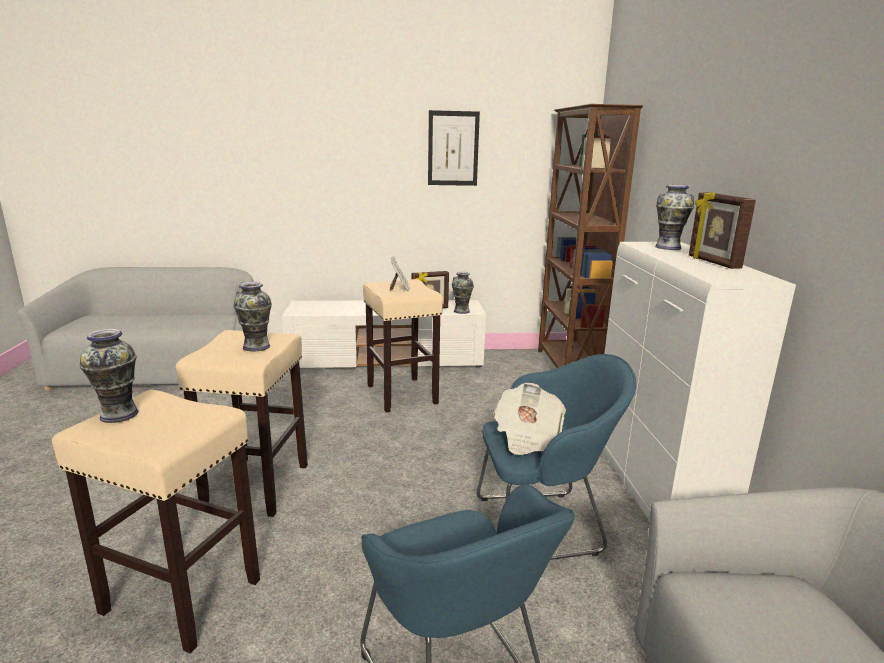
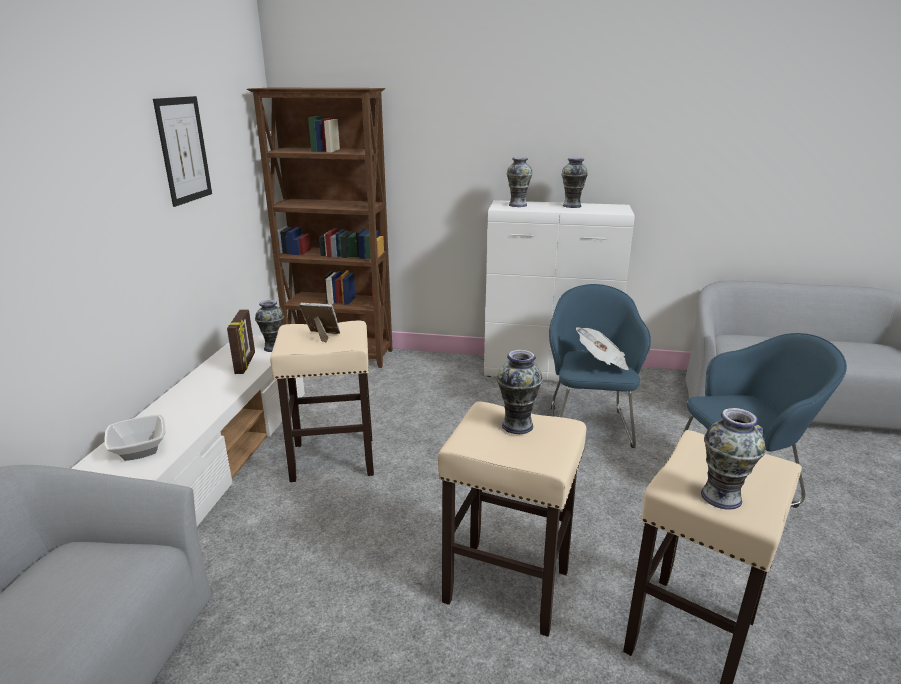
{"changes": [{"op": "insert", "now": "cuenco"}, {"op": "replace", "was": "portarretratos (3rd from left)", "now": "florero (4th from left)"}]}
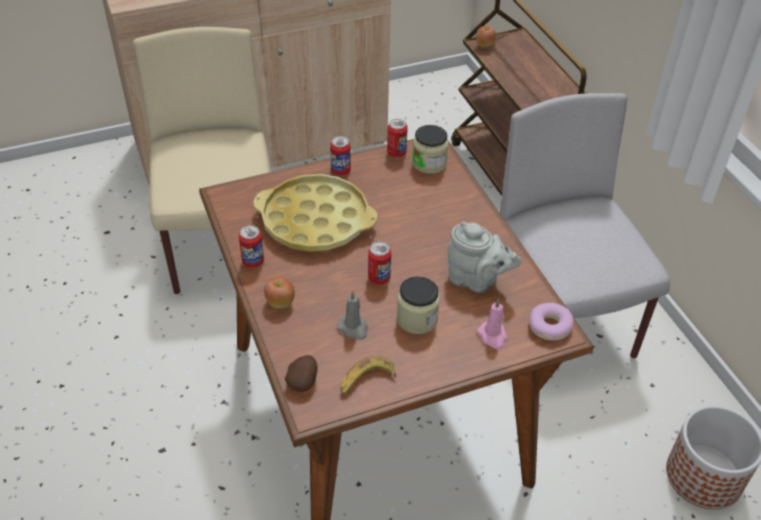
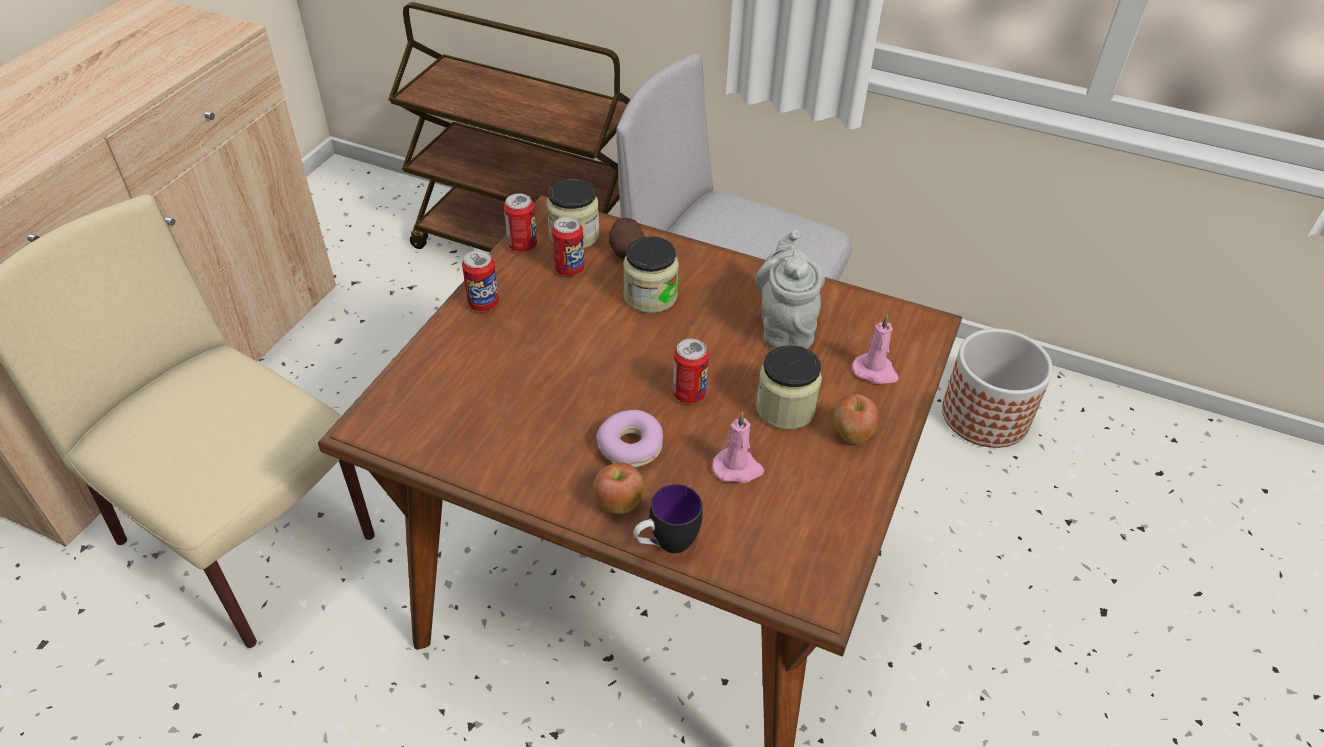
{"changes": [{"op": "delete", "was": "bandeja (amarillo)"}, {"op": "delete", "was": "plátano"}, {"op": "insert", "now": "tarro (2nd from left)"}, {"op": "insert", "now": "taza grande"}, {"op": "move", "was": "lata (1st from left in the first image)", "now": "lata (3rd from left)"}, {"op": "move", "was": "patata"}, {"op": "move", "was": "manzana (2nd from left)"}, {"op": "move", "was": "rosquilla"}, {"op": "recolor", "was": "vela (gris)", "now": "vela (rosa) (1st from left)"}, {"op": "rotate", "was": "tetera (gris)", "clockwise": -75}]}
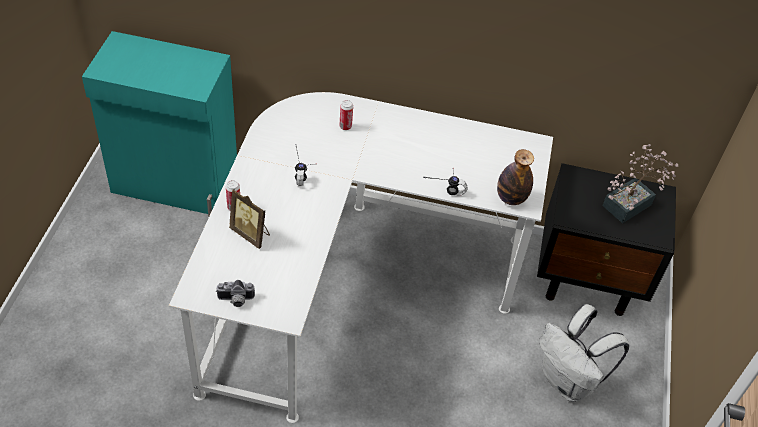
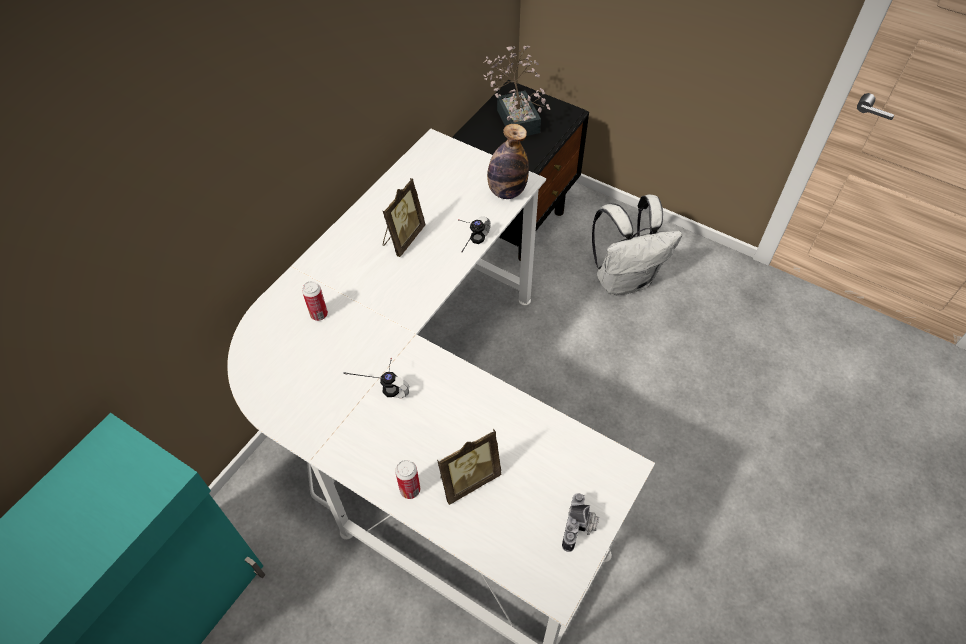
{"changes": [{"op": "insert", "now": "portarretratos (1st from left)"}]}
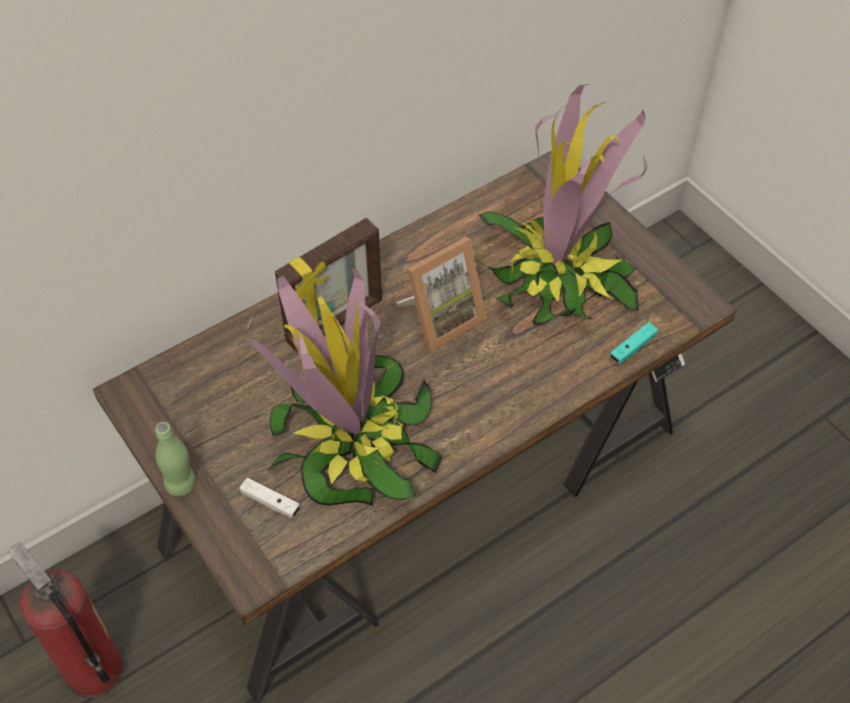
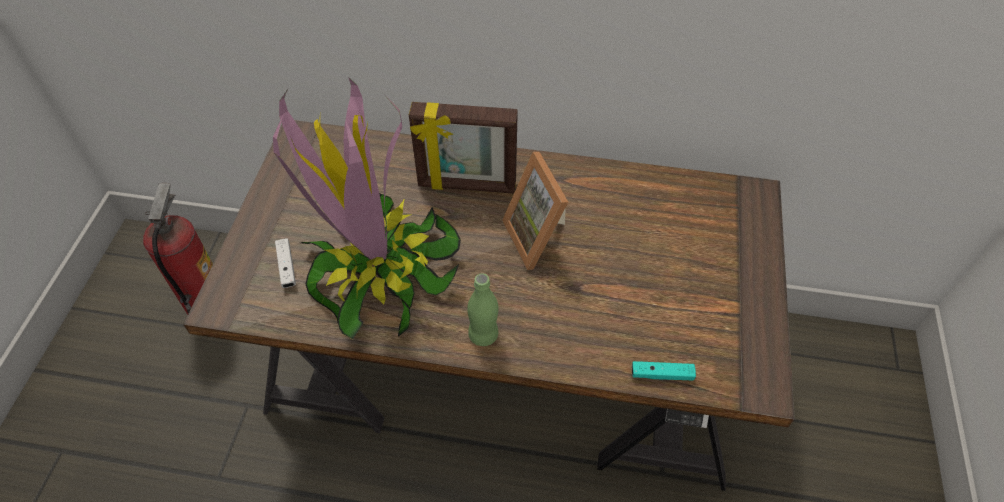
{"changes": [{"op": "delete", "was": "planta en maceta (2nd from left)"}, {"op": "move", "was": "botella (verde)"}, {"op": "rotate", "was": "portarretratos (2nd from left)", "clockwise": 60}]}
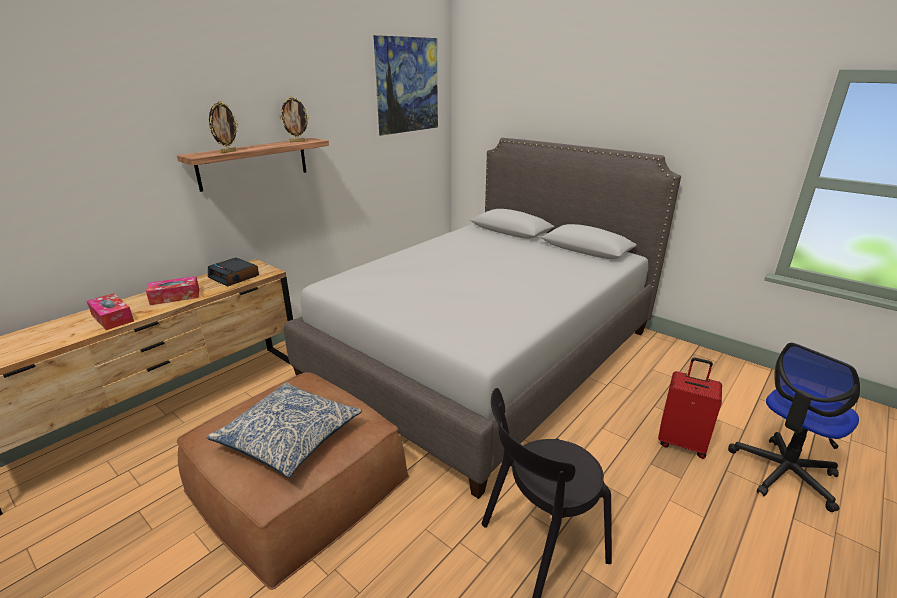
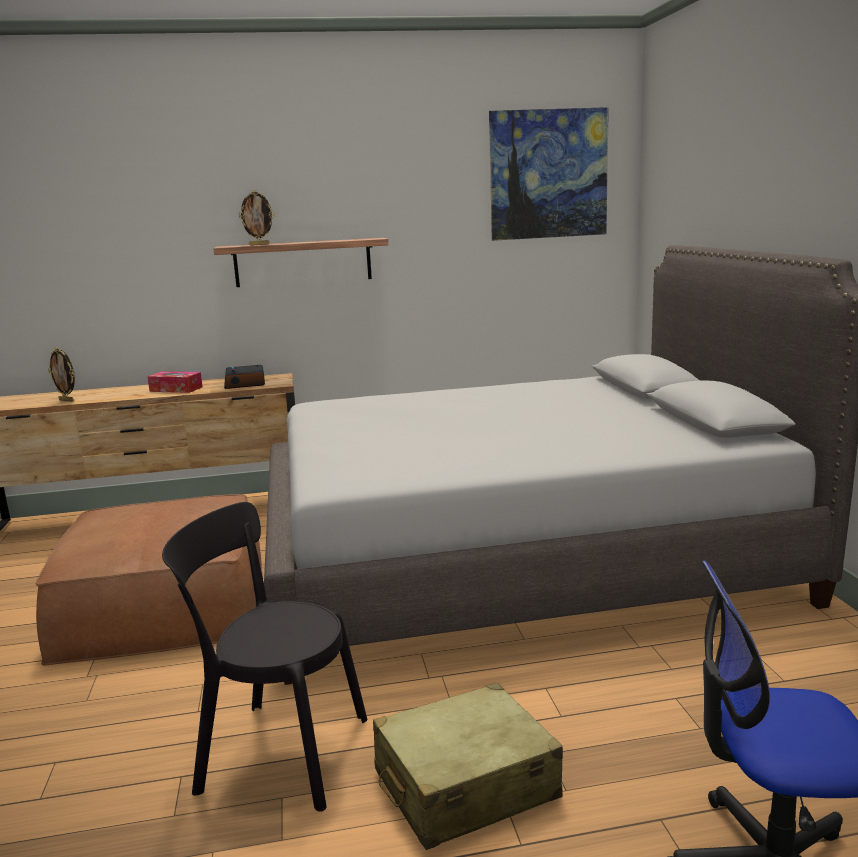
{"changes": [{"op": "delete", "was": "caja de pañuelos (1st from left)"}, {"op": "delete", "was": "cojín"}, {"op": "delete", "was": "maleta (rojo)"}, {"op": "insert", "now": "maleta (beis)"}, {"op": "move", "was": "portarretratos (2nd from left in the first image)", "now": "portarretratos (1st from left)"}]}
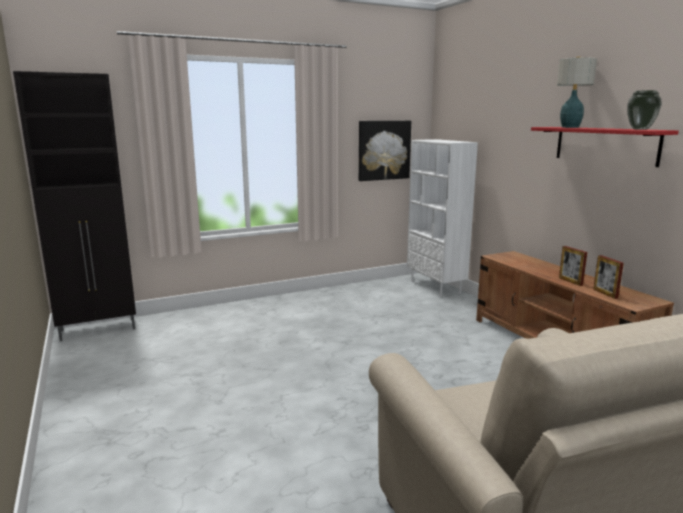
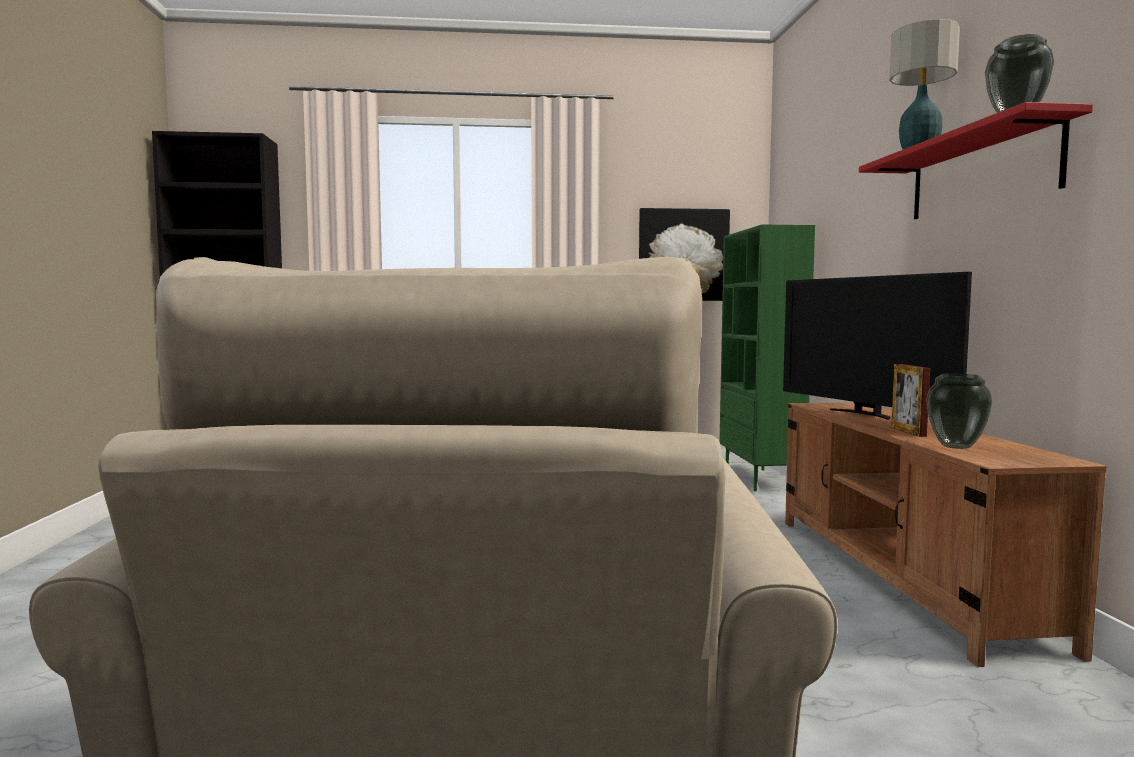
{"changes": [{"op": "insert", "now": "televisor"}, {"op": "replace", "was": "portarretratos (2nd from left)", "now": "florero (1st from left)"}, {"op": "recolor", "was": "estantería (blanco)", "now": "estantería (verde)"}]}
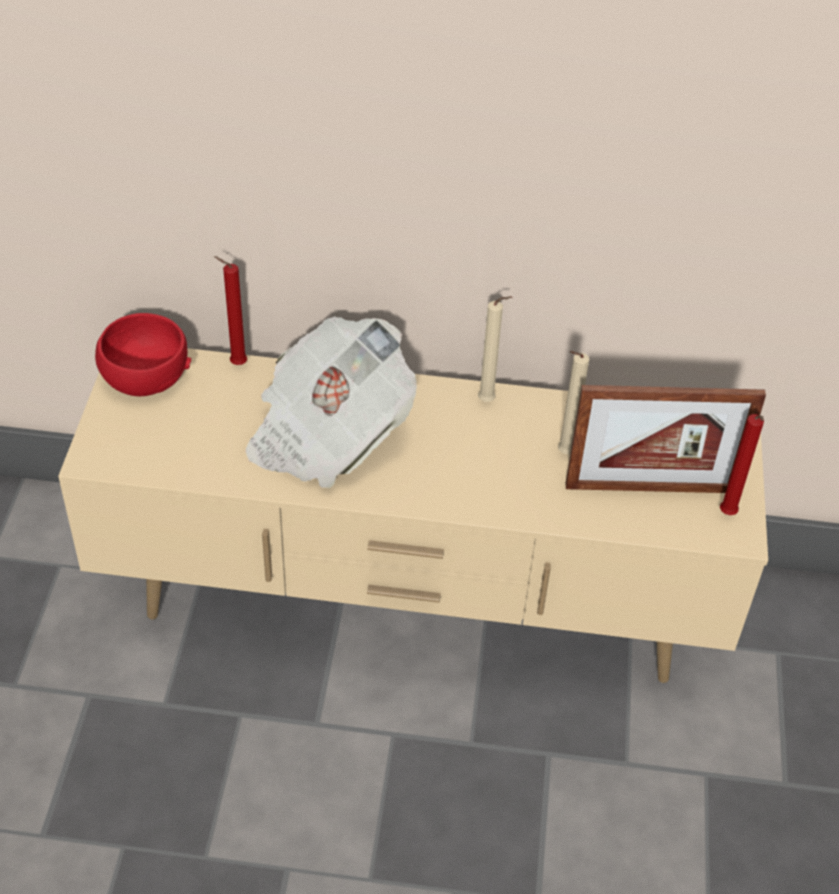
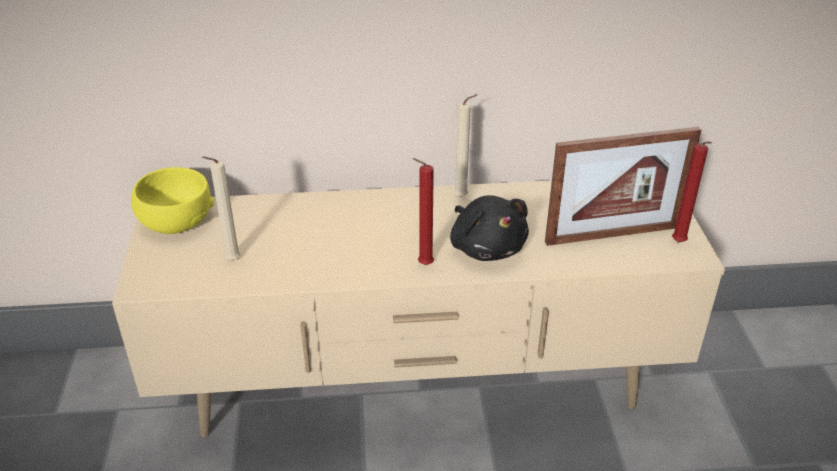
{"changes": [{"op": "delete", "was": "periódico"}, {"op": "insert", "now": "peluche (negro)"}, {"op": "move", "was": "vela (rojo) (1st from left)"}, {"op": "move", "was": "vela (beis) (2nd from left in the first image)", "now": "vela (beis) (1st from left)"}, {"op": "recolor", "was": "cuenco (rojo)", "now": "cuenco (amarillo)"}]}
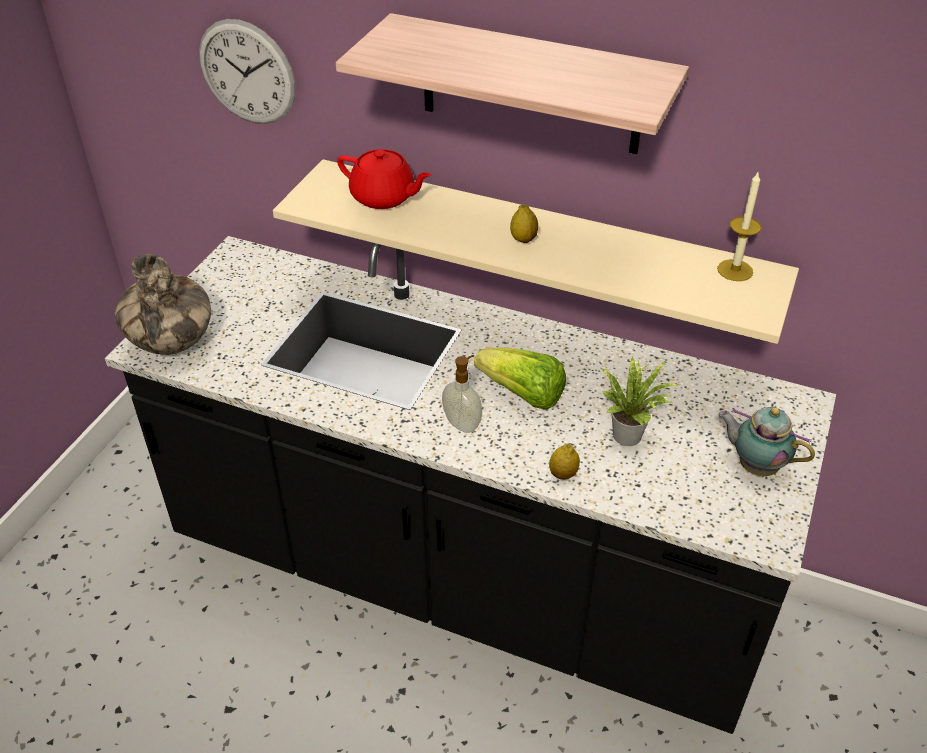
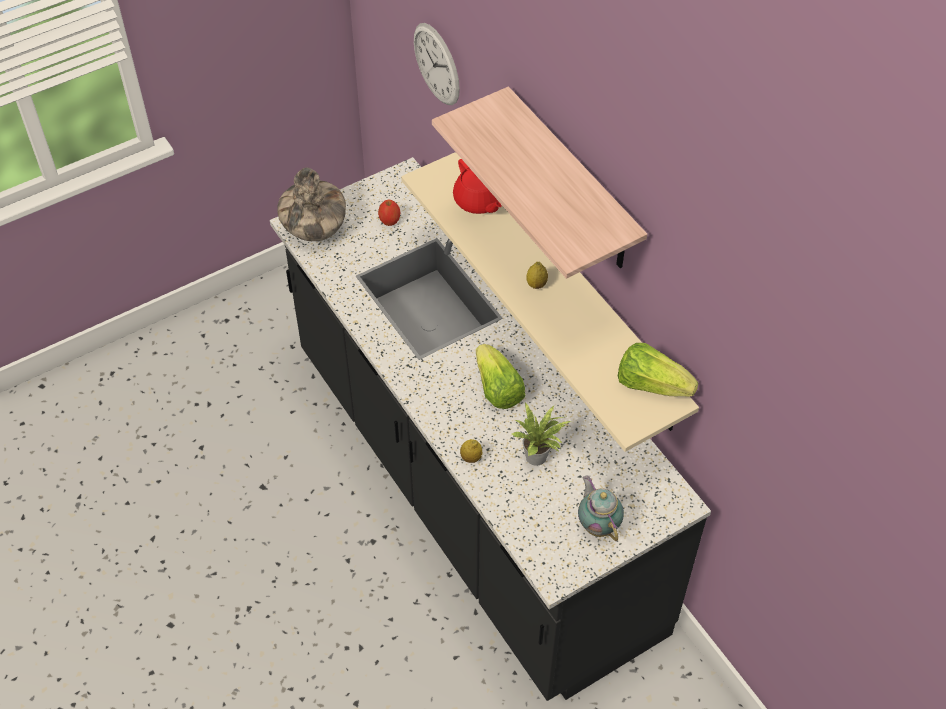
{"changes": [{"op": "delete", "was": "dispensador de jabón"}, {"op": "insert", "now": "manzana"}, {"op": "replace", "was": "vela", "now": "lechuga (2nd from left)"}]}
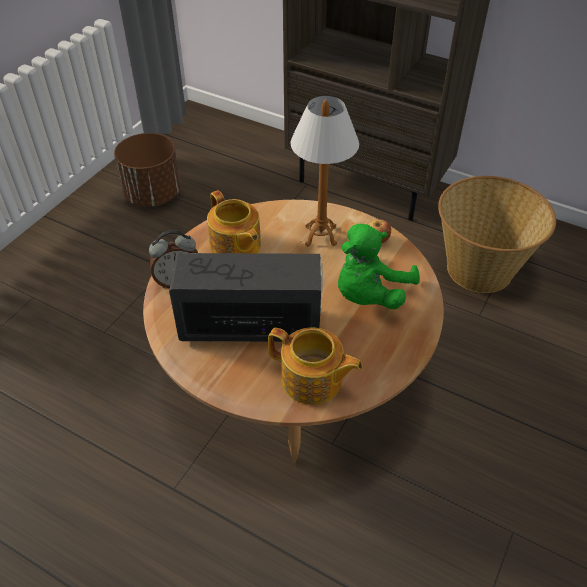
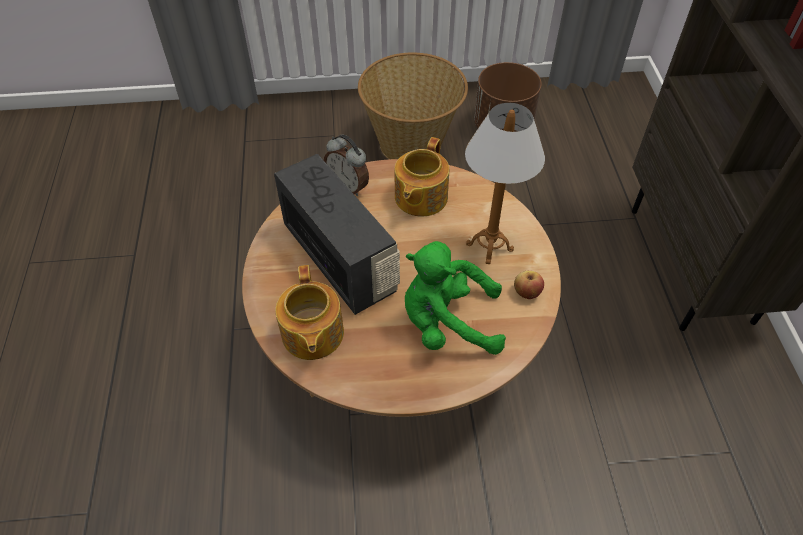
{"changes": [{"op": "move", "was": "cesta"}]}
